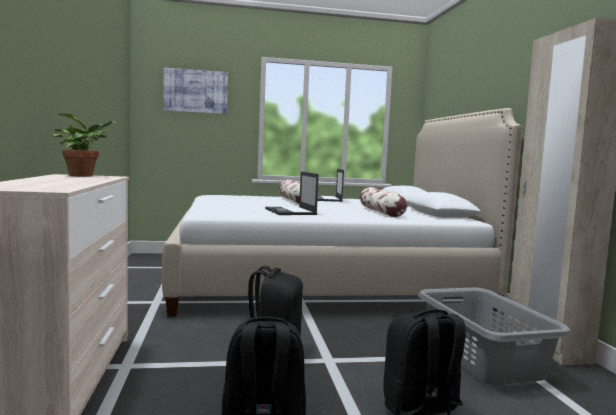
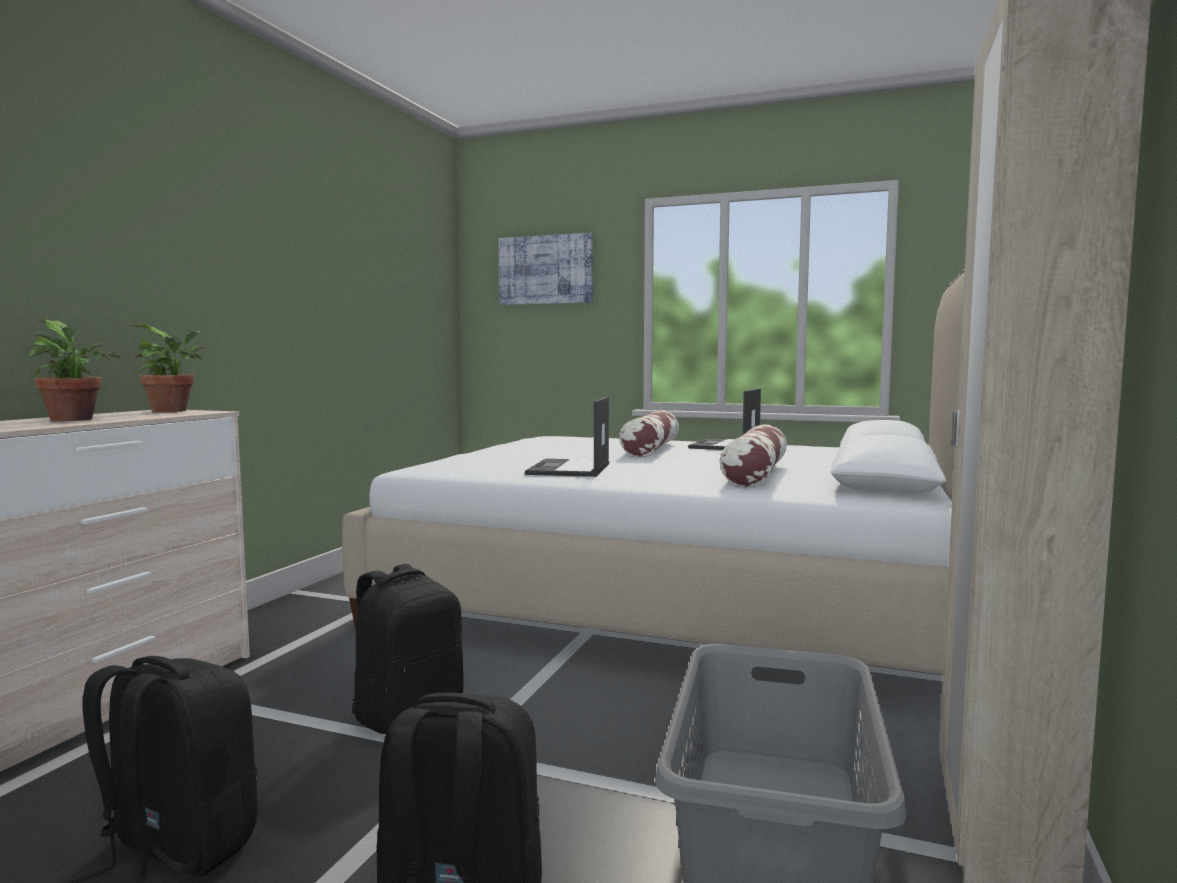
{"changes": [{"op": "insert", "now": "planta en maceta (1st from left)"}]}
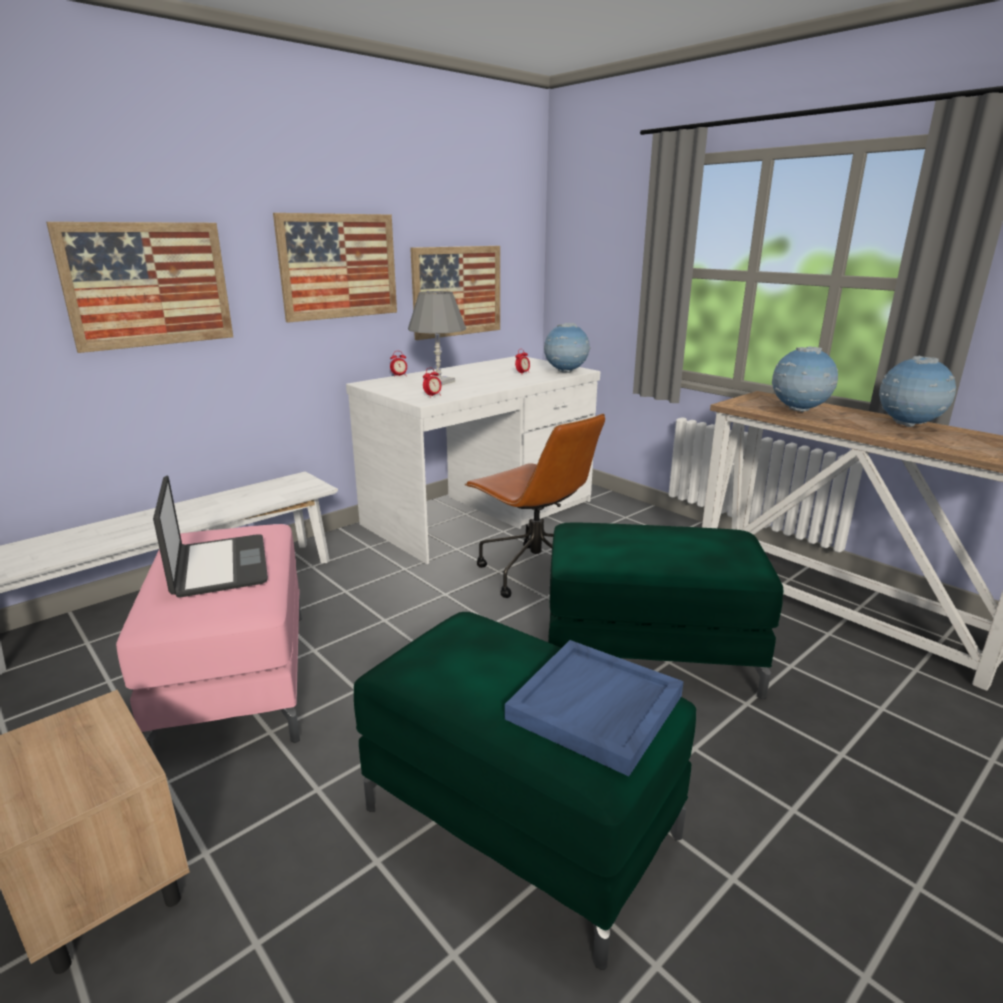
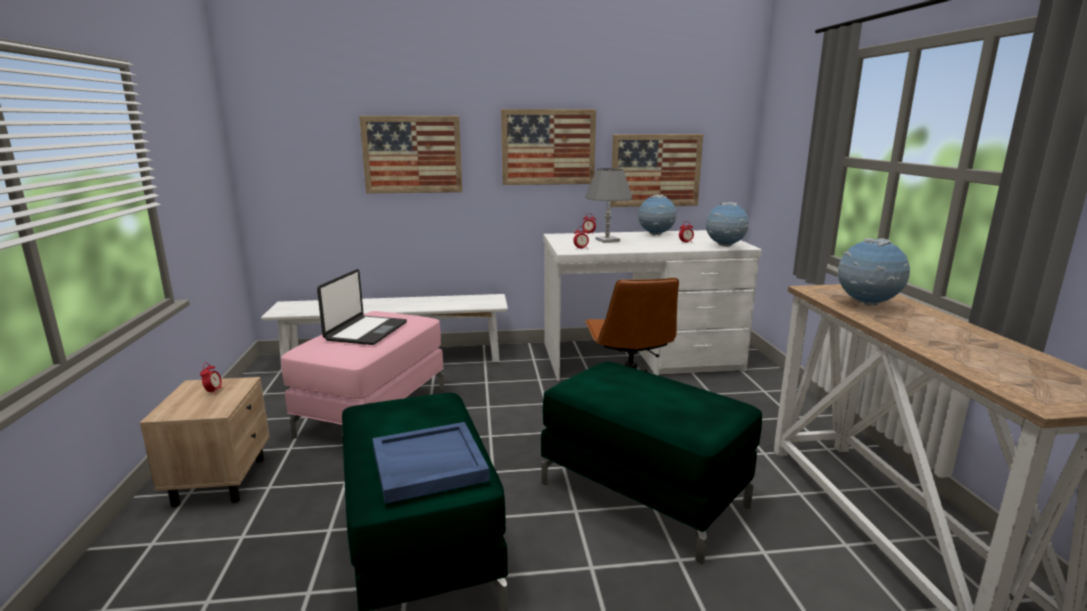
{"changes": [{"op": "insert", "now": "despertador (1st from left)"}, {"op": "move", "was": "globo terráqueo (3rd from left in the first image)", "now": "globo terráqueo (1st from left)"}]}
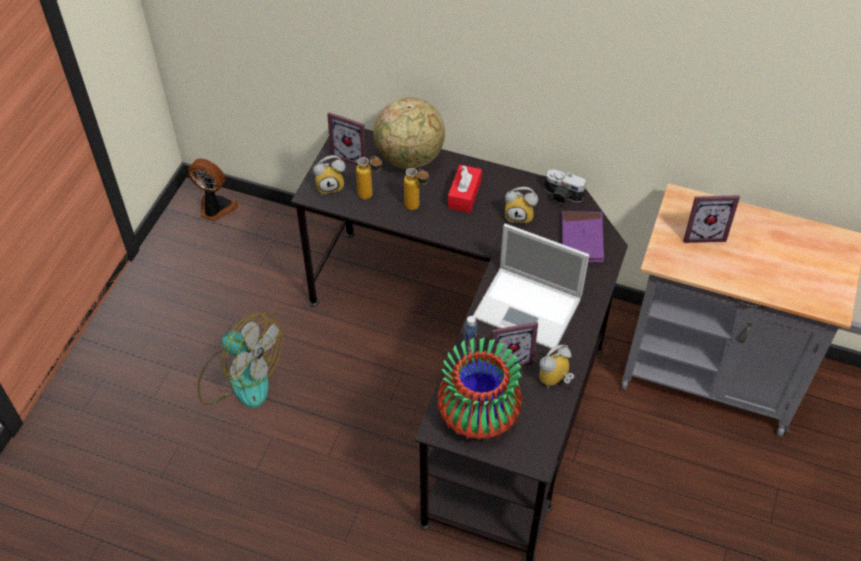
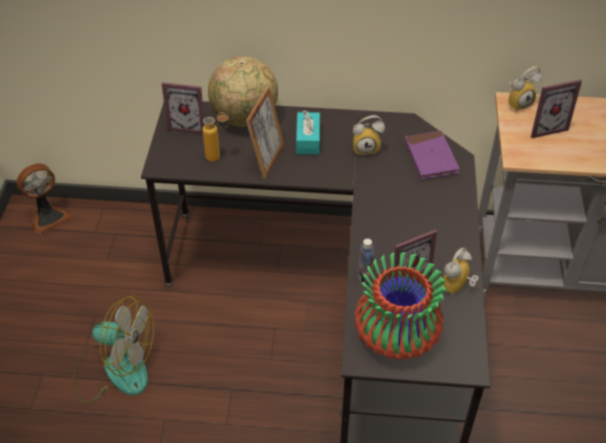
{"changes": [{"op": "delete", "was": "portátil"}, {"op": "delete", "was": "cámara"}, {"op": "move", "was": "despertador (1st from left in the first image)", "now": "despertador (3rd from left)"}, {"op": "replace", "was": "botella (2nd from left)", "now": "portarretratos (2nd from left)"}, {"op": "recolor", "was": "caja de pañuelos (rojo)", "now": "caja de pañuelos (turquesa)"}, {"op": "rotate", "was": "ventilador (1st from left)", "clockwise": 135}]}
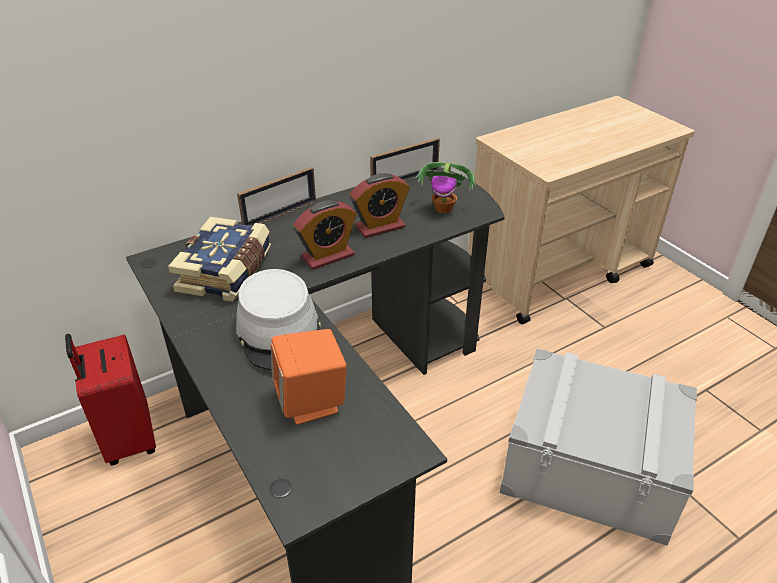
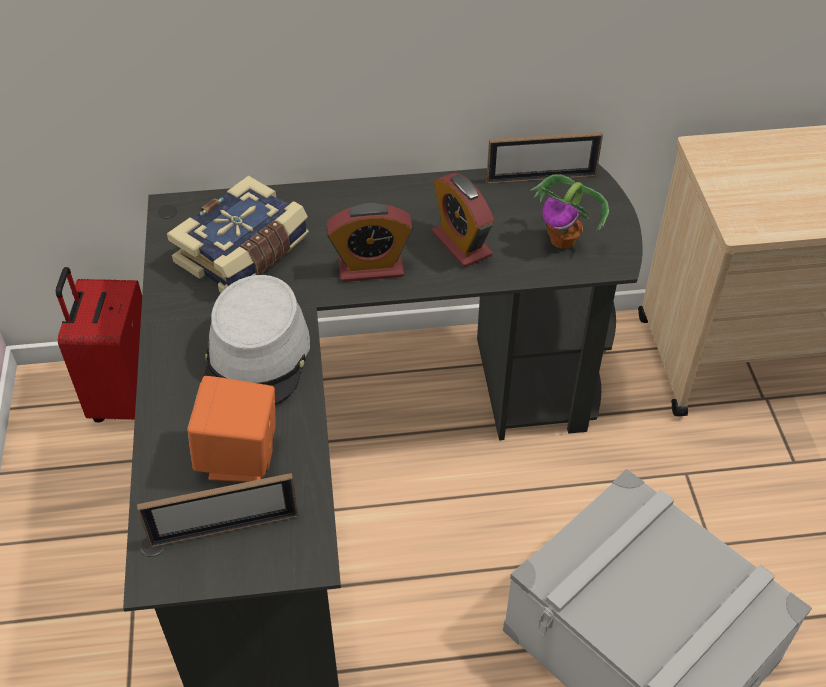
{"changes": [{"op": "move", "was": "portarretratos (1st from left)"}, {"op": "rotate", "was": "despertador (2nd from left)", "clockwise": 60}]}
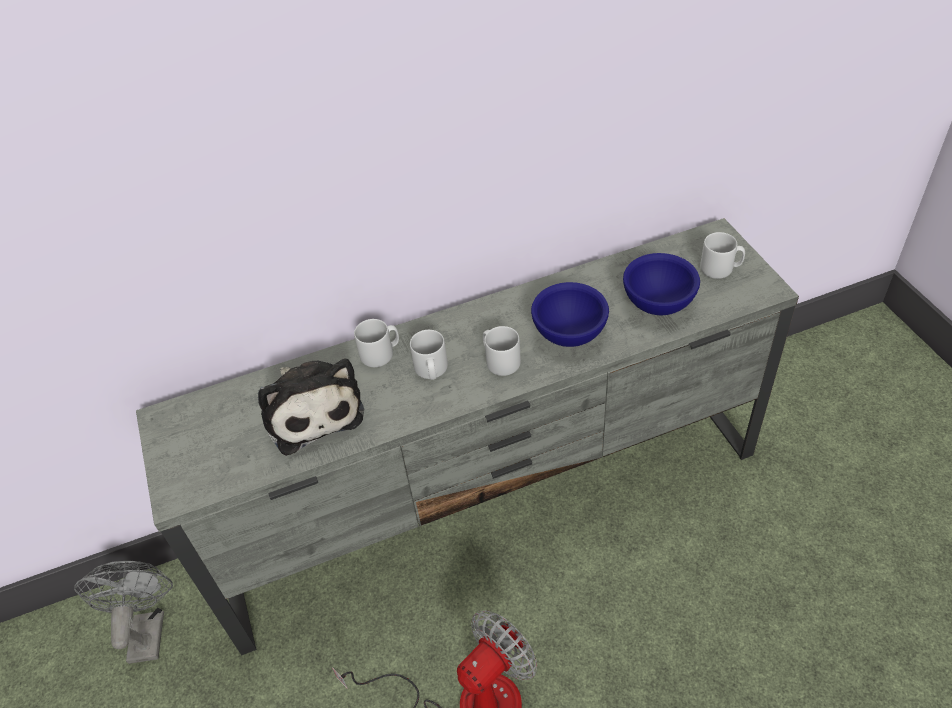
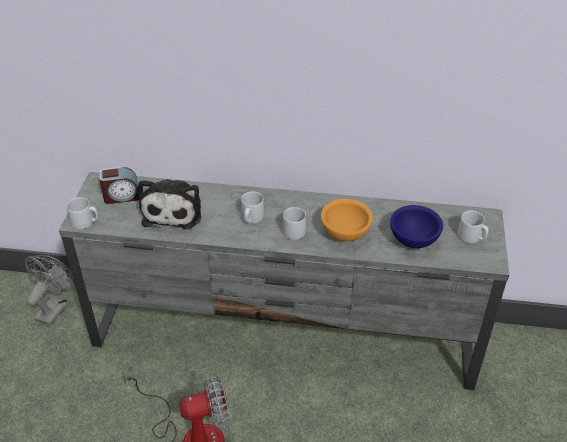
{"changes": [{"op": "insert", "now": "despertador"}, {"op": "move", "was": "taza grande (gris) (1st from left)"}, {"op": "recolor", "was": "cuenco (azul) (1st from left)", "now": "cuenco (naranja)"}]}
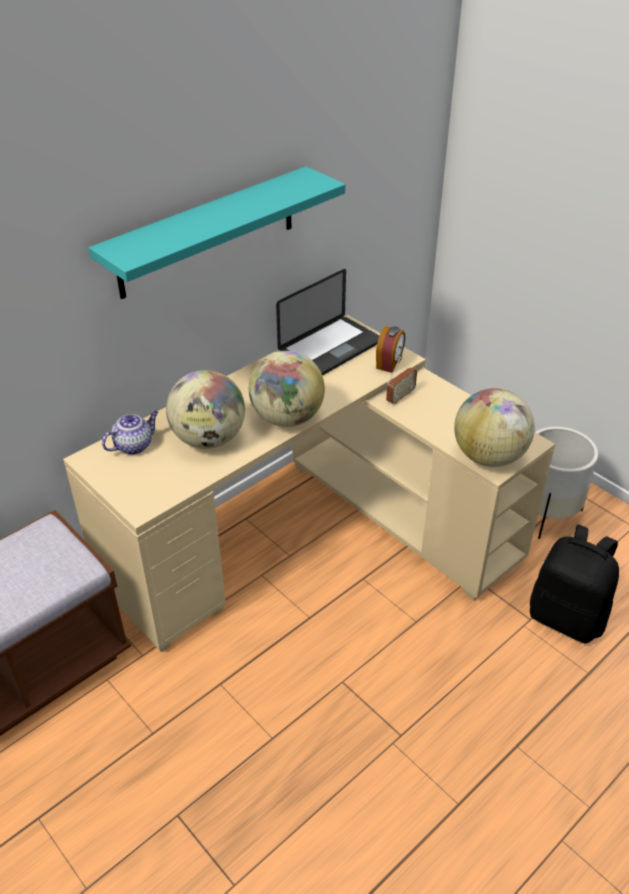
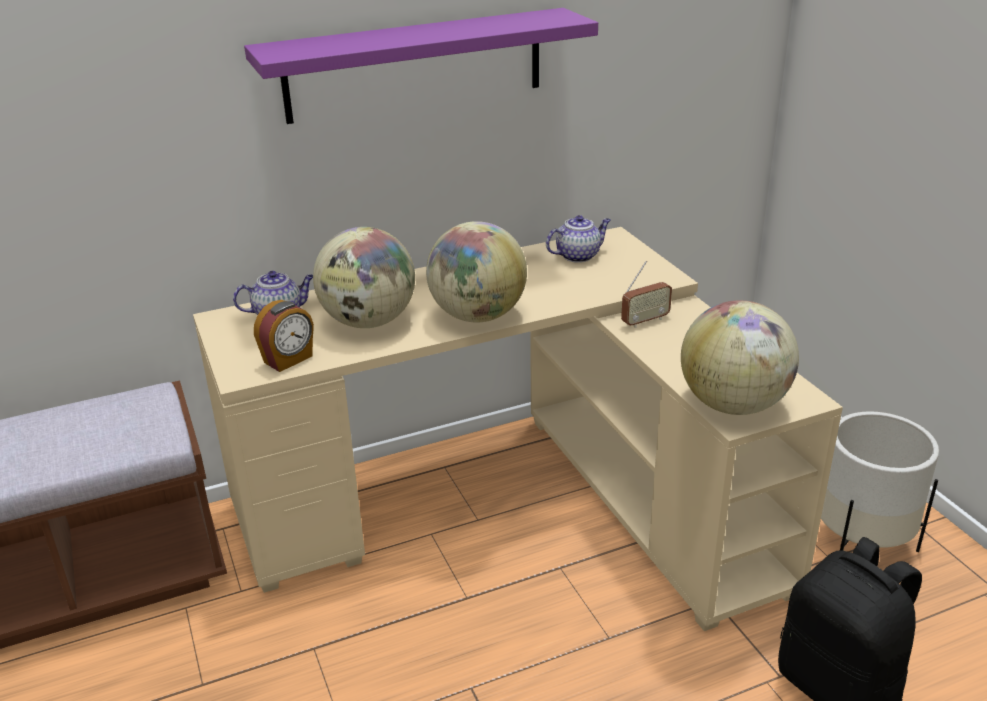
{"changes": [{"op": "move", "was": "despertador"}, {"op": "replace", "was": "portátil", "now": "tetera (2nd from left)"}, {"op": "recolor", "was": "estante (turquesa)", "now": "estante (morado)"}]}
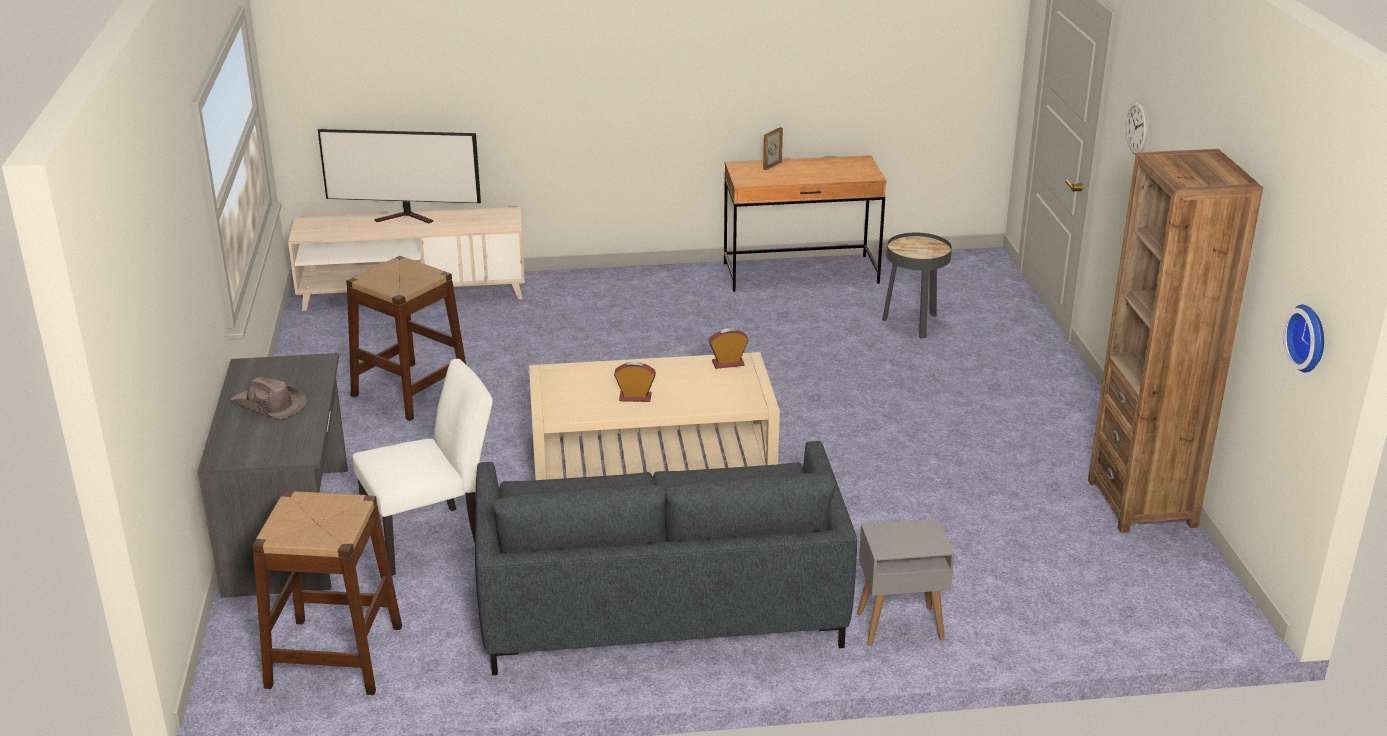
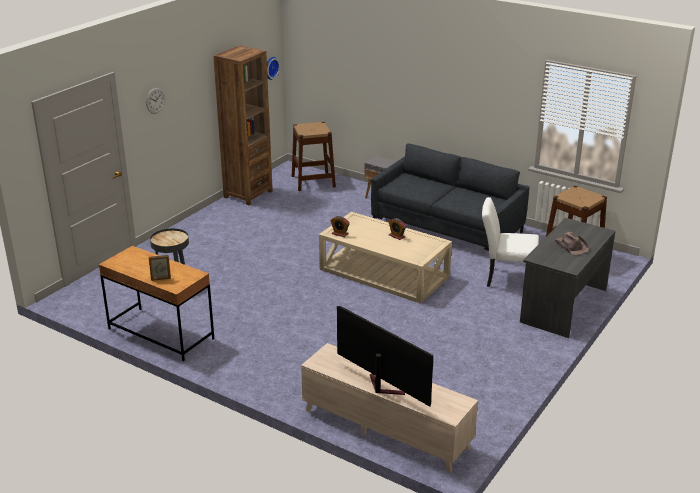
{"changes": [{"op": "move", "was": "taburete (marrón) (2nd from left in the first image)", "now": "taburete (marrón) (1st from left)"}]}
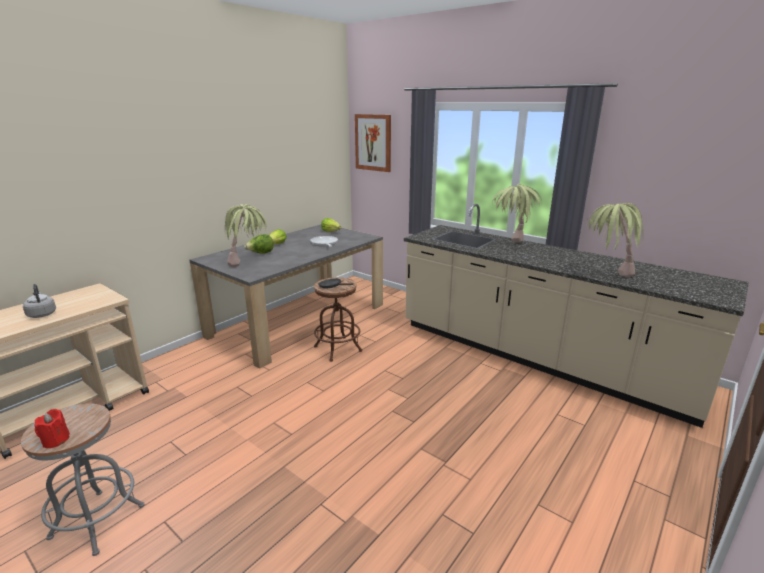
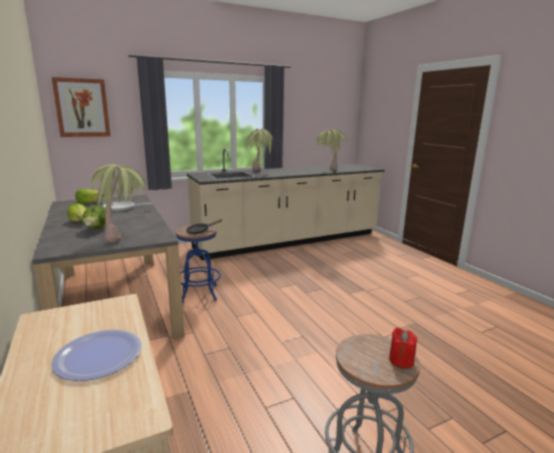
{"changes": [{"op": "replace", "was": "hervidor (gris)", "now": "plato"}, {"op": "recolor", "was": "taburete (marrón)", "now": "taburete (azul)"}]}
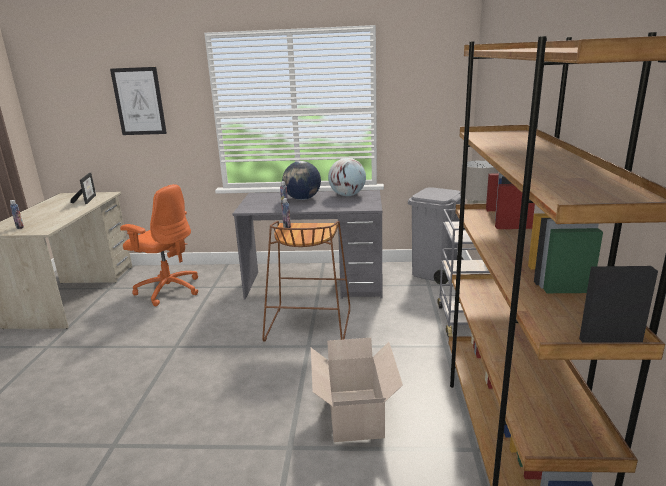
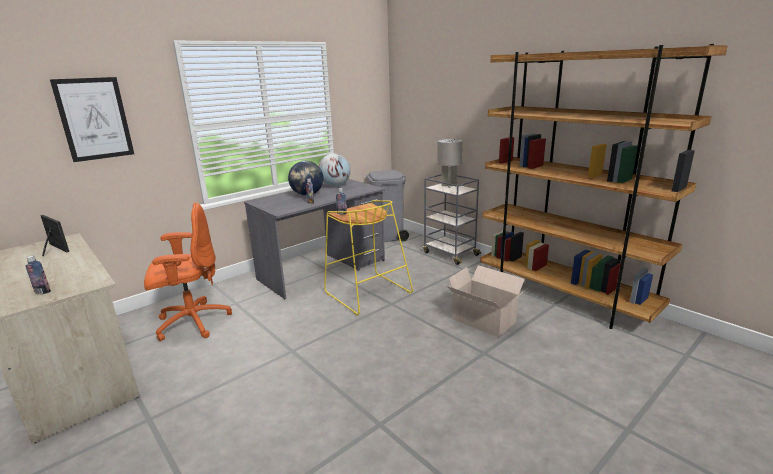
{"changes": [{"op": "recolor", "was": "taburete (marrón)", "now": "taburete (amarillo)"}]}
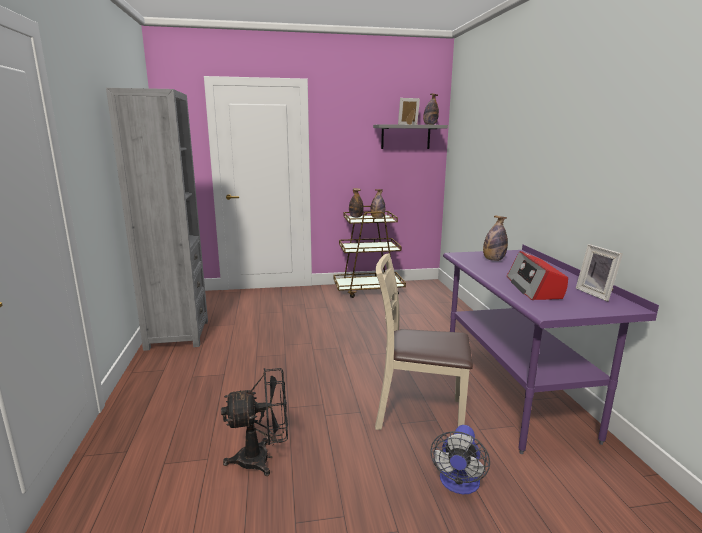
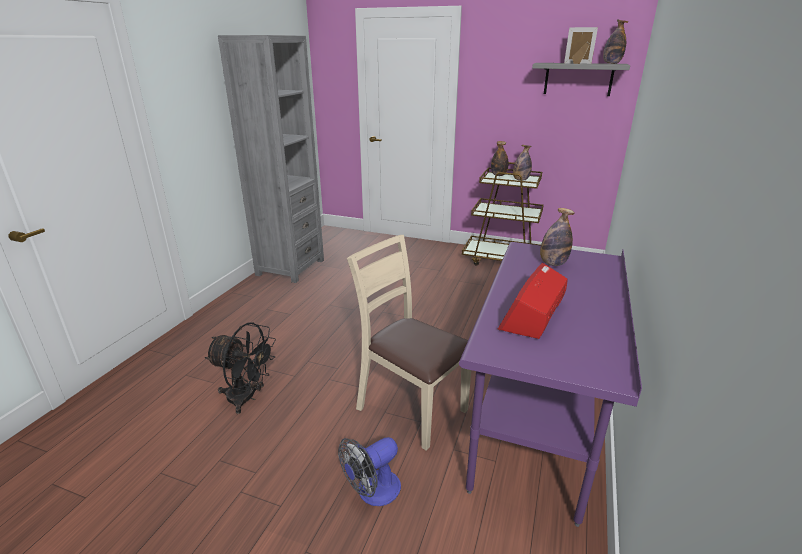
{"changes": [{"op": "delete", "was": "portarretratos (2nd from left)"}]}
